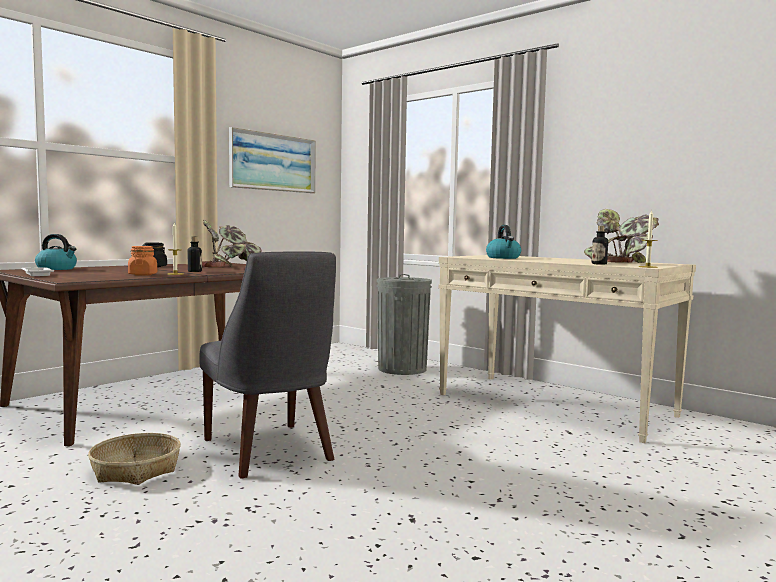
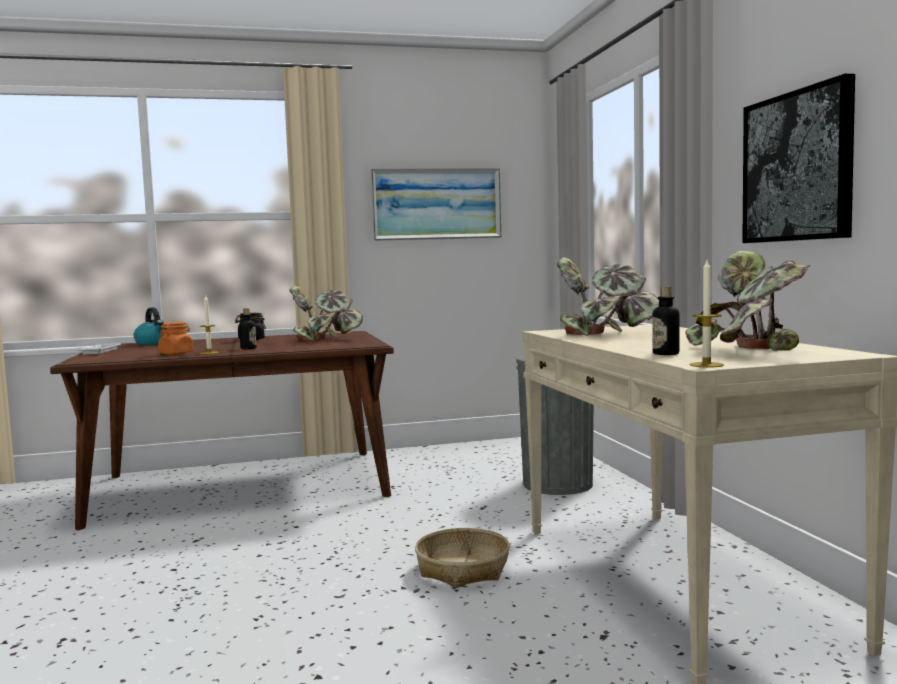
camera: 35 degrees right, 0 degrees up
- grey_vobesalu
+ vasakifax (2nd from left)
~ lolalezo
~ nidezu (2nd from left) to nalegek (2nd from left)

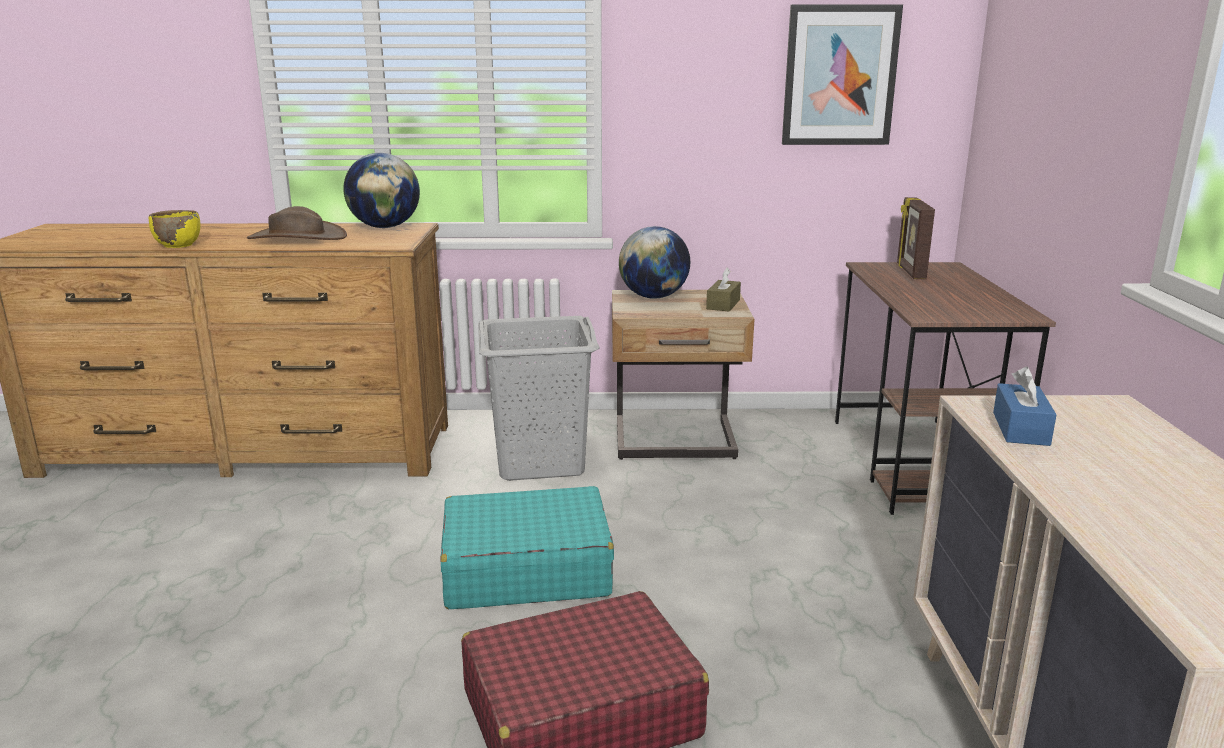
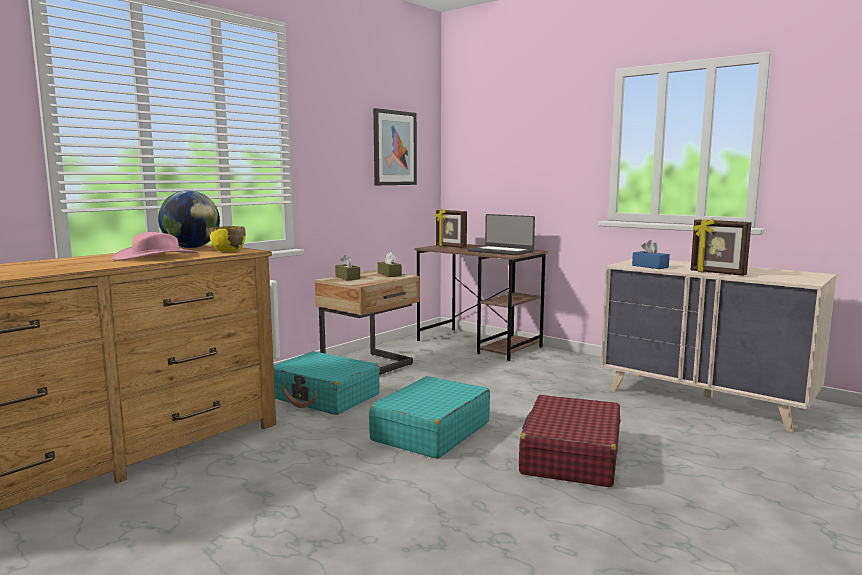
camera: 50 degrees left, 10 degrees down
+ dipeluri
+ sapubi (2nd from left)
~ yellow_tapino
~ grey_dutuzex to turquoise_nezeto (1st from left)
~ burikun (2nd from left) to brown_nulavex (1st from left)
~ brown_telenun to pink_telenun

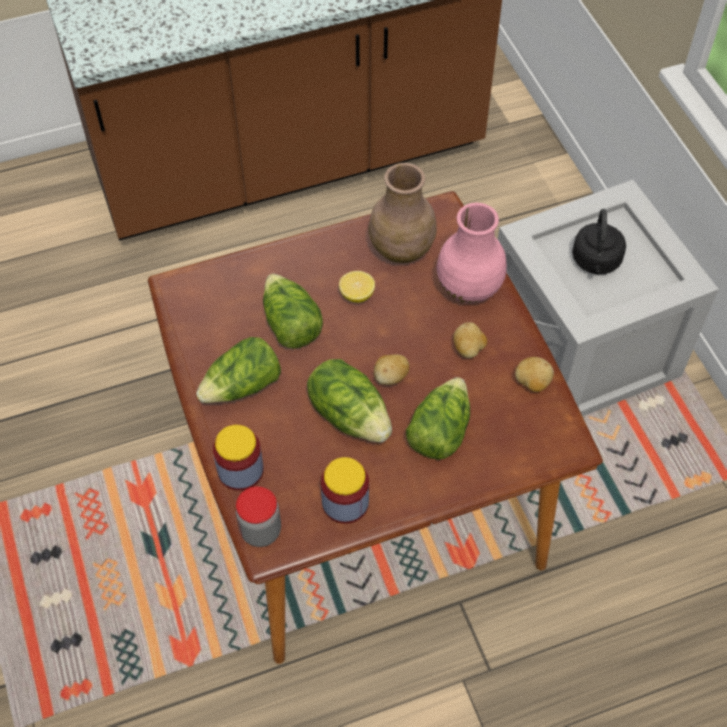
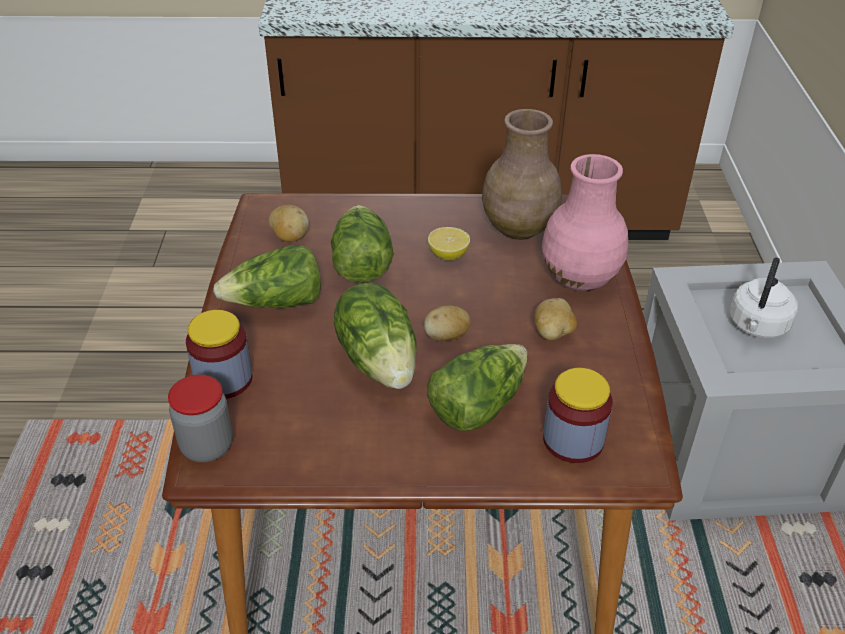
camera: 20 degrees right, 15 degrees down
~ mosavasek (3rd from left)
~ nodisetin (3rd from left in the first image) to nodisetin (1st from left)
~ black_nidezu to white_nidezu

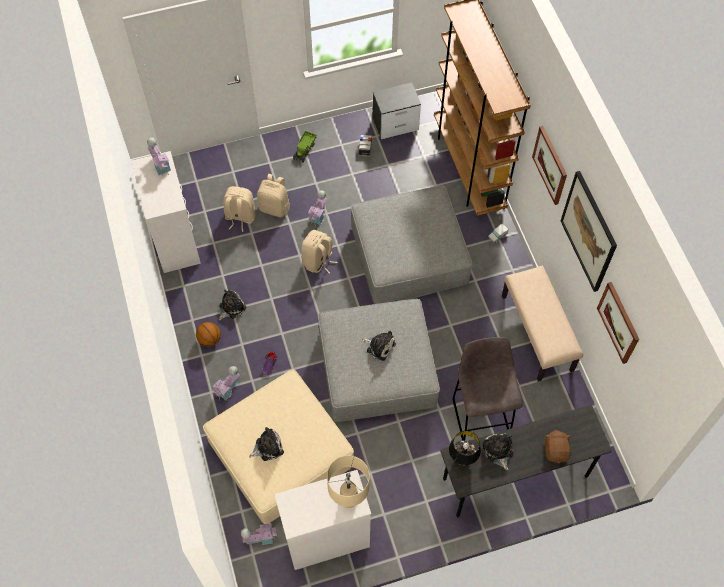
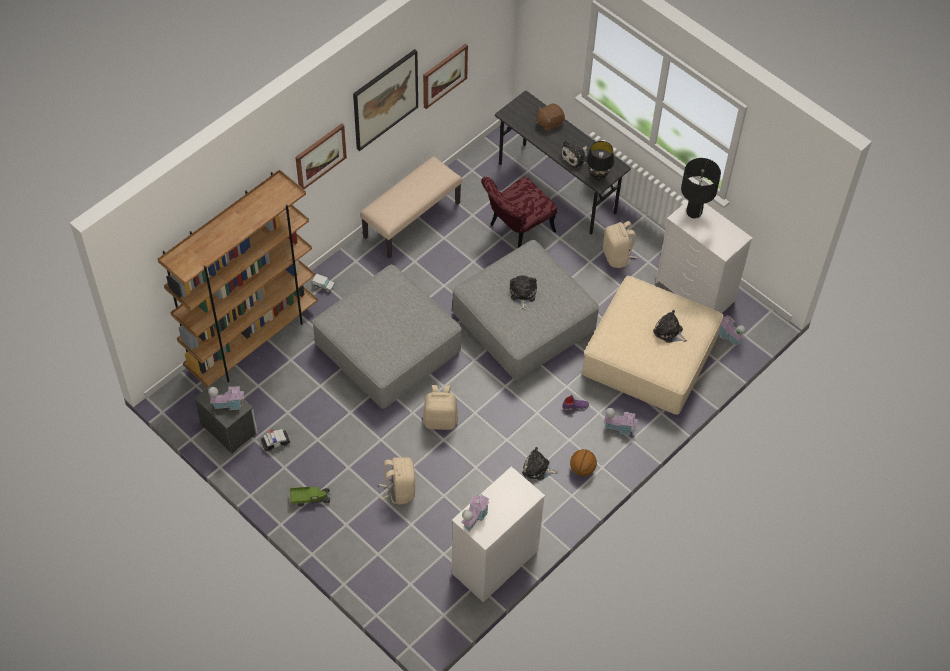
camera: 120 degrees left, 5 degrees down
~ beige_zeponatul (1st from left in the first image) to beige_zeponatul (3rd from left)
~ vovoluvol (4th from left in the first image) to vovoluvol (1st from left)
~ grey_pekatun to red_vobesalu
~ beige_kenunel to black_kenunel (2nd from left)

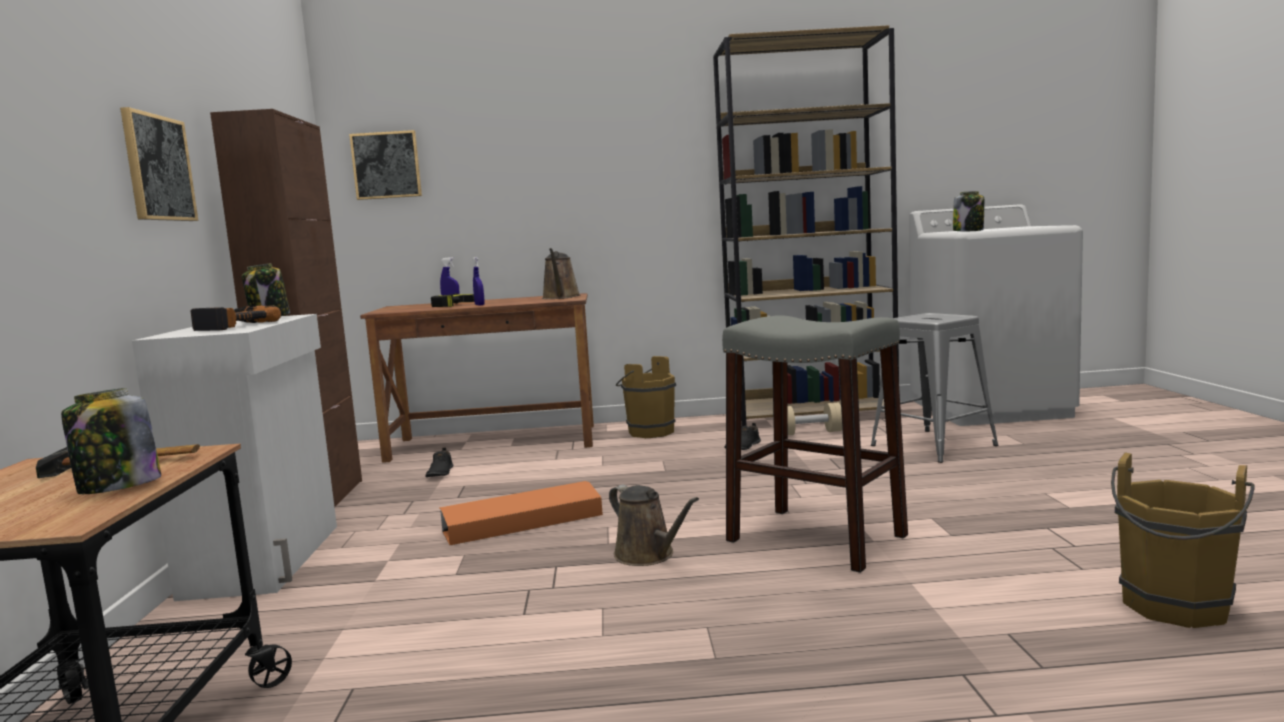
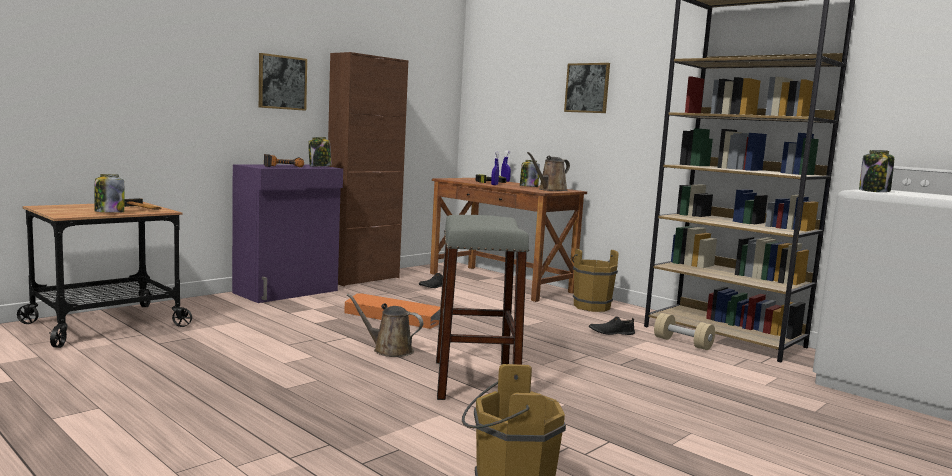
camera: 45 degrees right, 0 degrees up
- grey_pekatun (2nd from left)
+ mosavasek (3rd from left)
~ vasakifax (2nd from left)
~ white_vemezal to purple_vemezal
~ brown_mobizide (2nd from left in the first image) 105 degrees clockwise

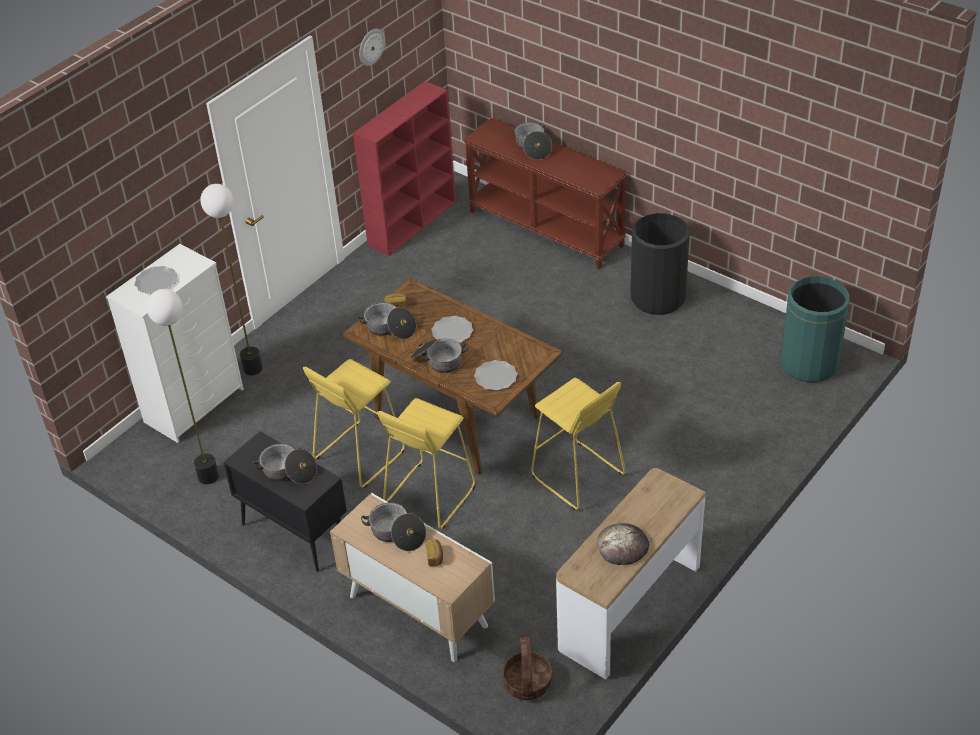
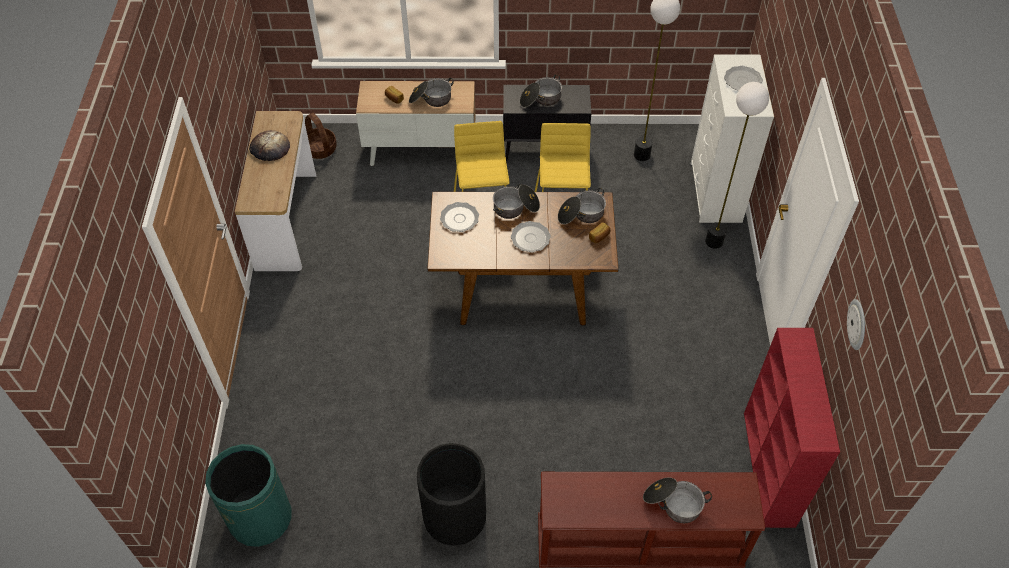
camera: 140 degrees right, 10 degrees up
- yellow_pekatun (3rd from left)

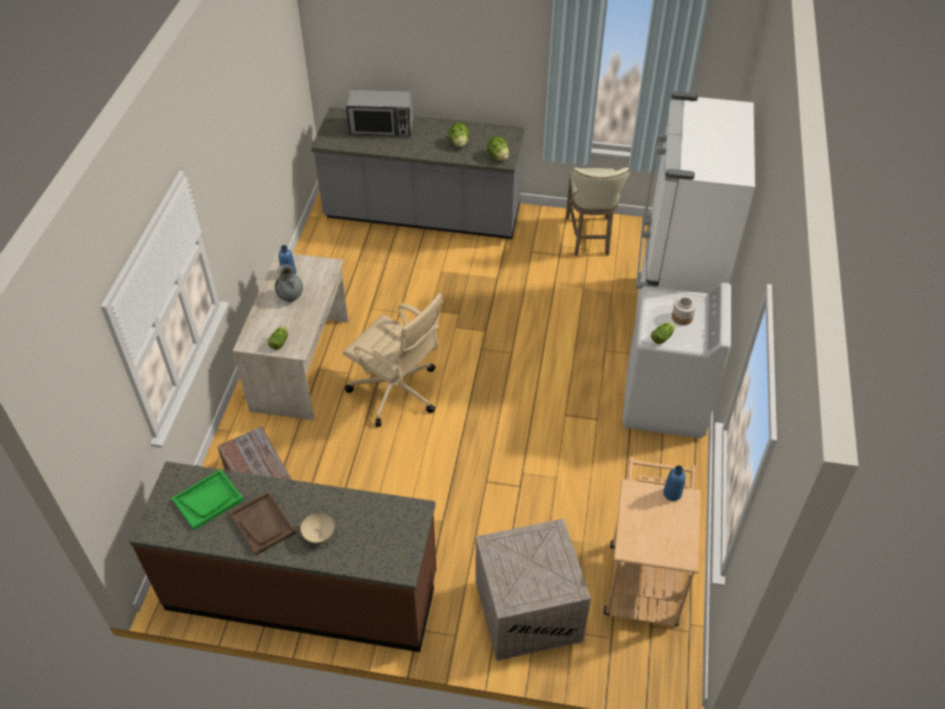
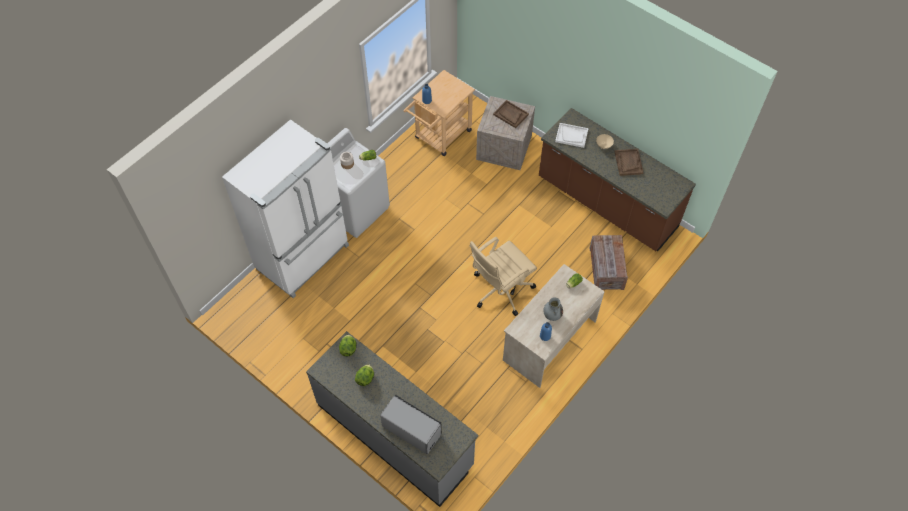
camera: 150 degrees left, 10 degrees up
- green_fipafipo
- beige_pekatun
+ brown_fipafipo (1st from left)
+ white_fipafipo
~ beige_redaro 105 degrees counterclockwise

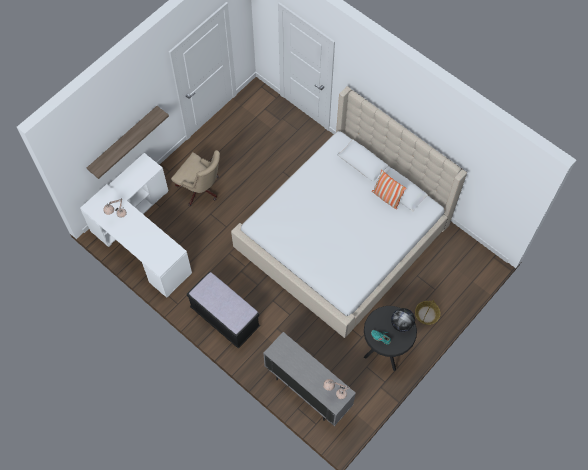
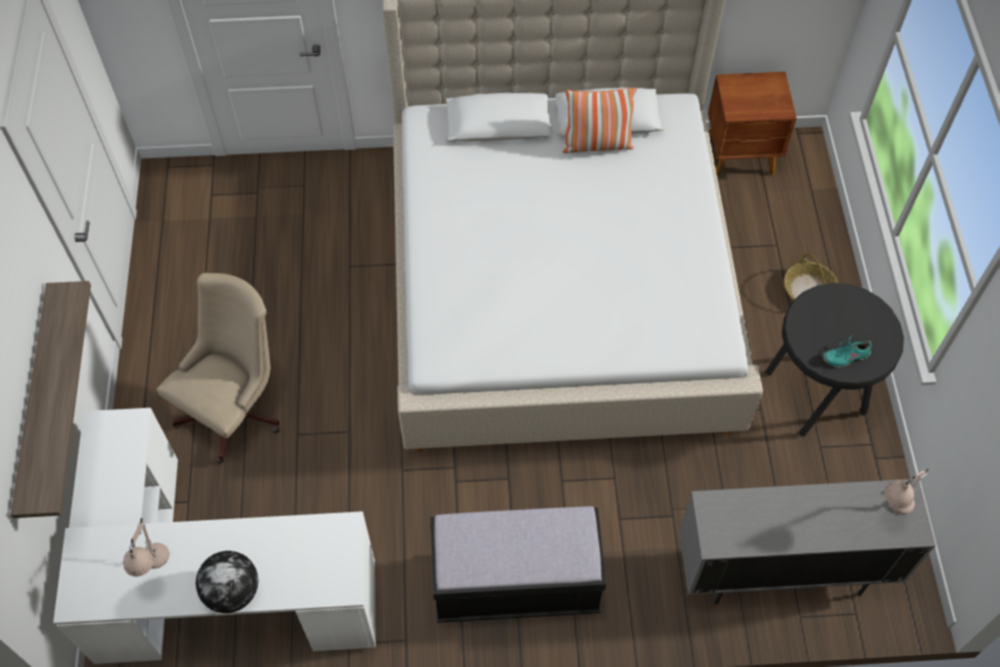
camera: 45 degrees left, 5 degrees down
+ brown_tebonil
~ burikun
~ beige_redaro 45 degrees counterclockwise

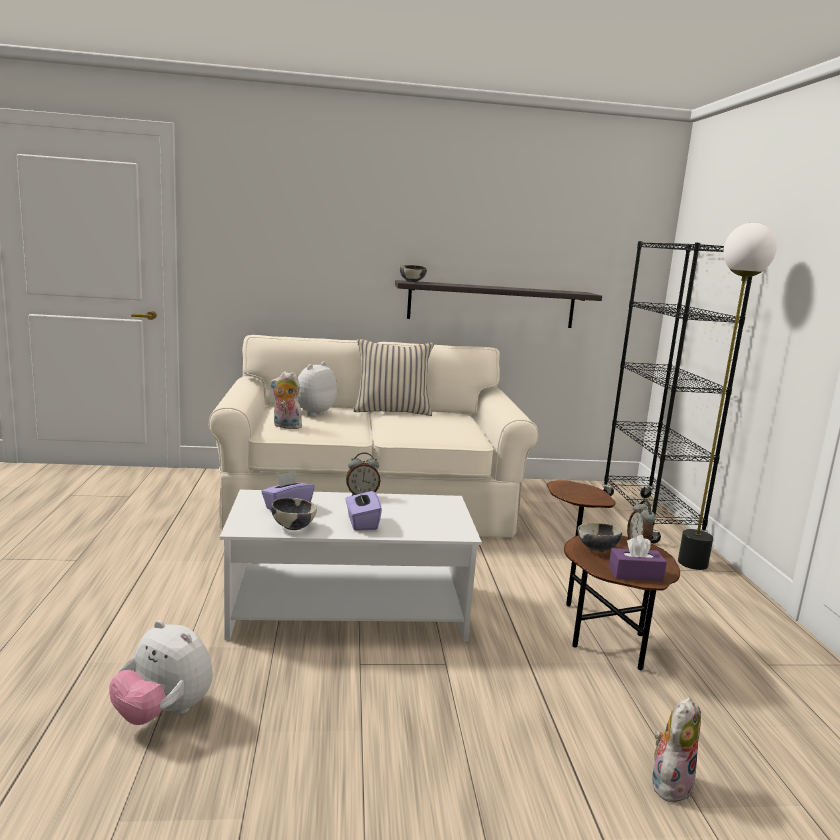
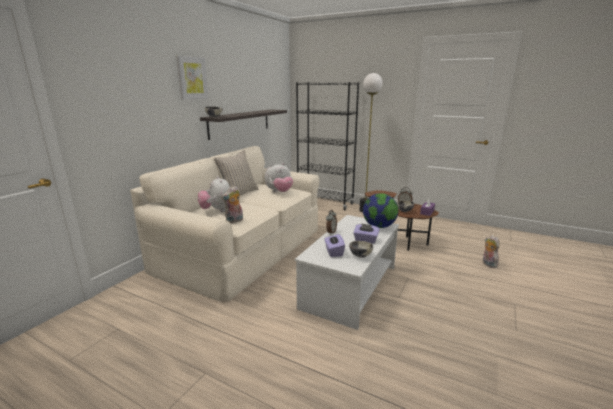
camera: 55 degrees left, 5 degrees up
+ vasakifax
+ burikun
~ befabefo (1st from left in the first image) to befabefo (3rd from left)

